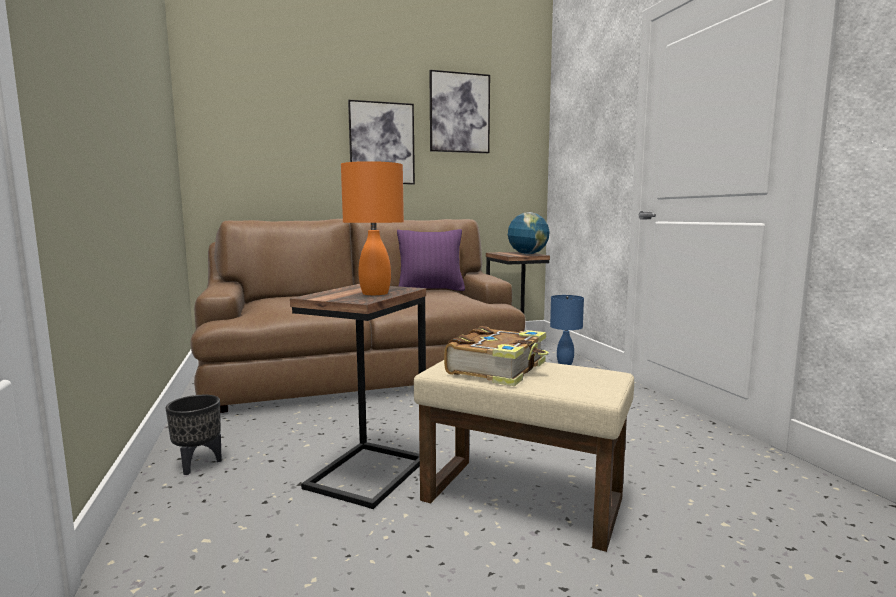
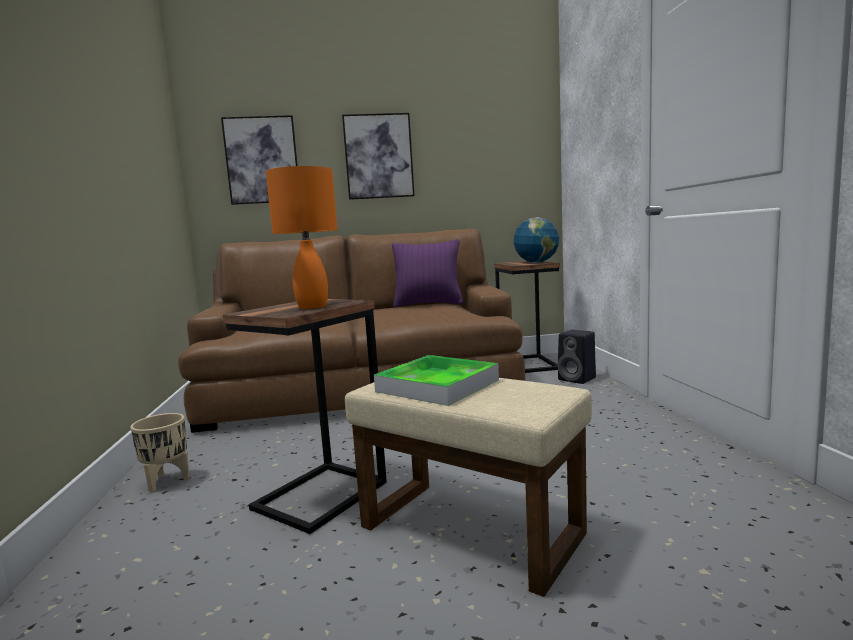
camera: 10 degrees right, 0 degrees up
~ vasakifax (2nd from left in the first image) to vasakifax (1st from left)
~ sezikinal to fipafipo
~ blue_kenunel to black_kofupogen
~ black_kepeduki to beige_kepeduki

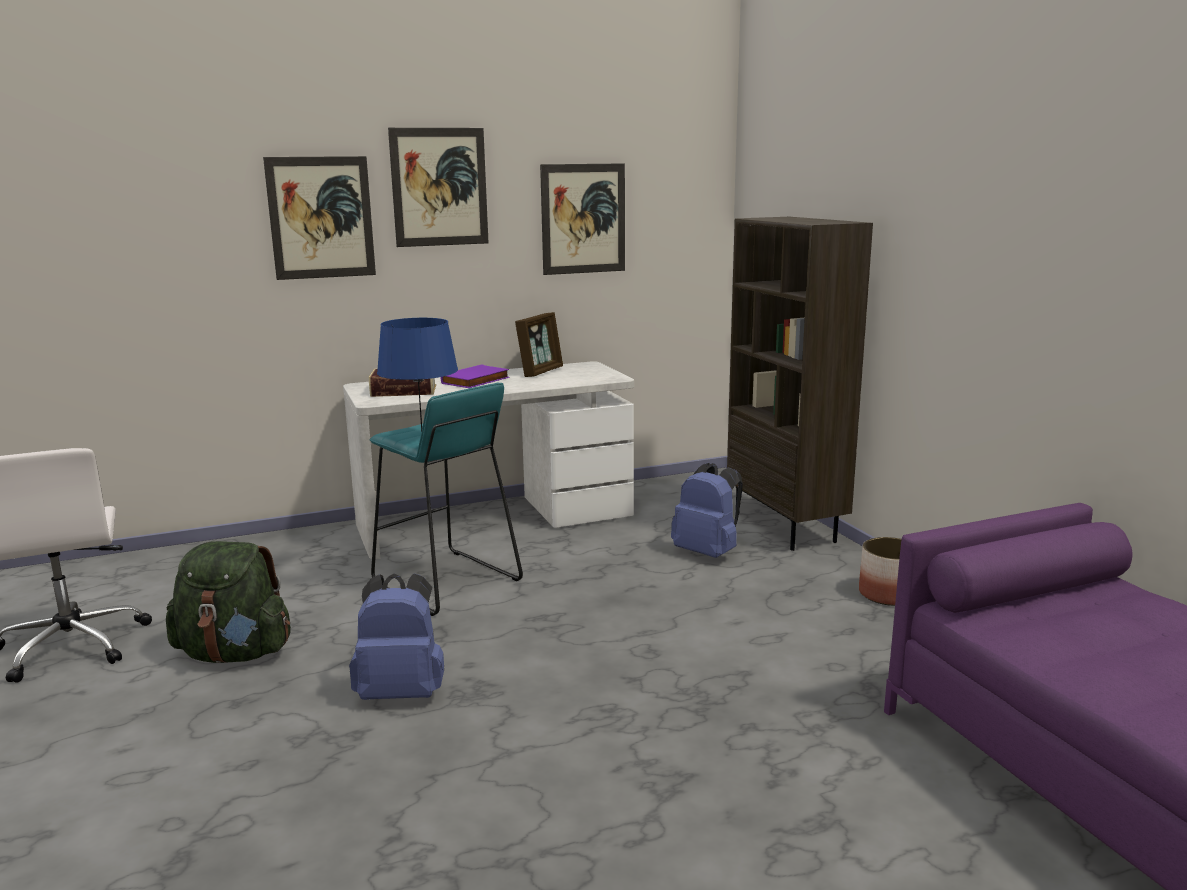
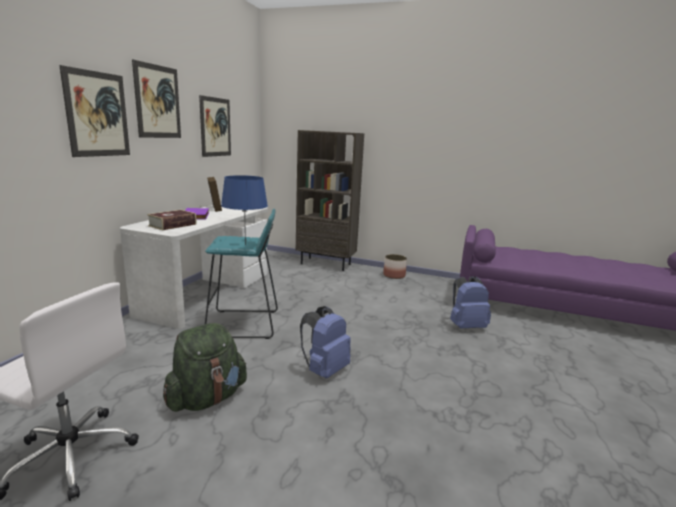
camera: 50 degrees left, 0 degrees up
~ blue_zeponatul (2nd from left)

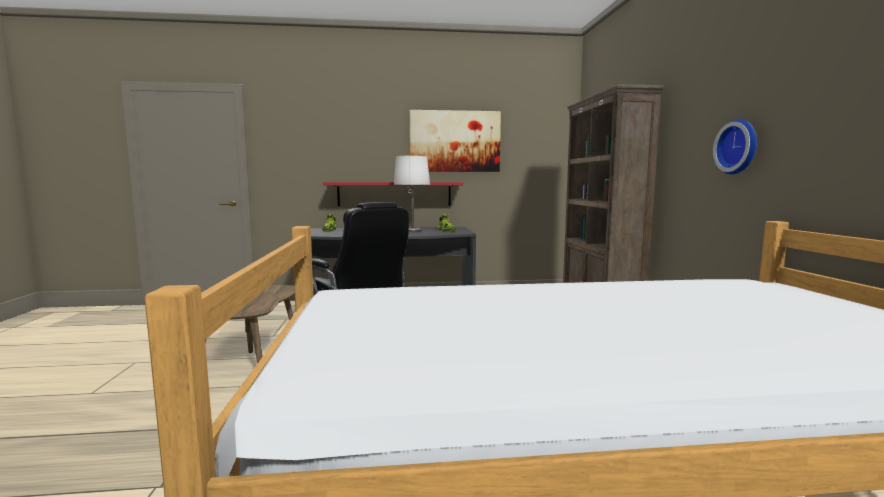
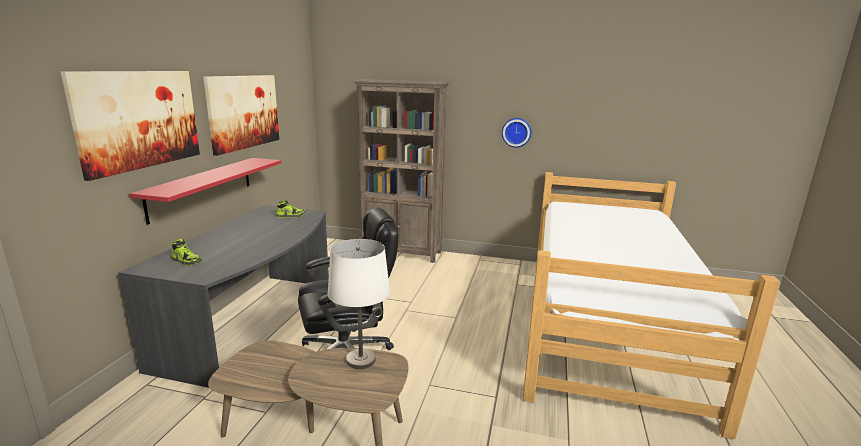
camera: 70 degrees left, 10 degrees up
+ vasakifax (1st from left)
~ white_kenunel

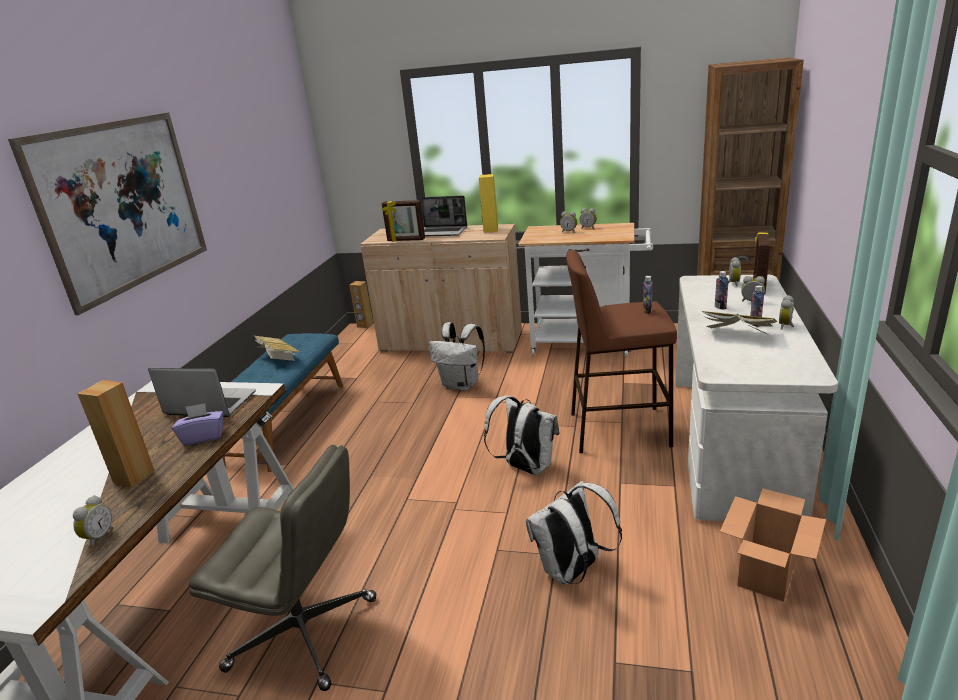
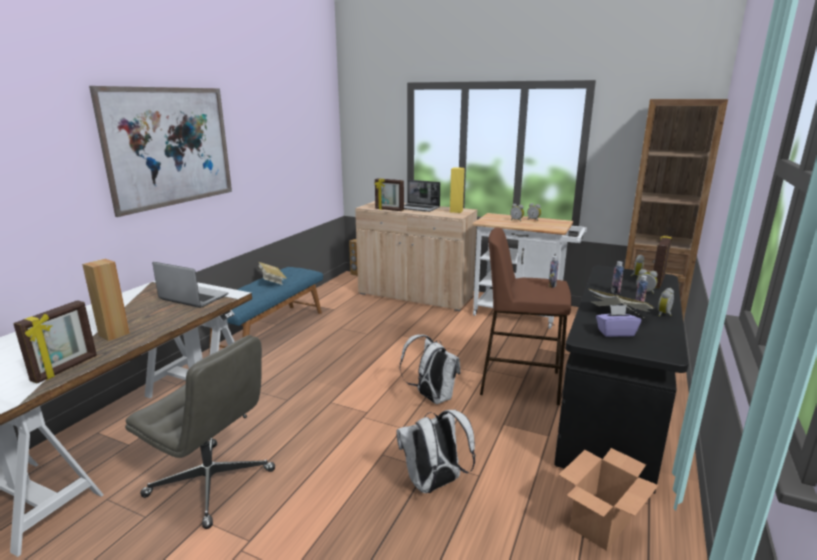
camera: 10 degrees right, 5 degrees down
- white_zeponatul (1st from left)
~ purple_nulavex
~ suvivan (1st from left) to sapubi (1st from left)
~ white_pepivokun (2nd from left) to black_pepivokun

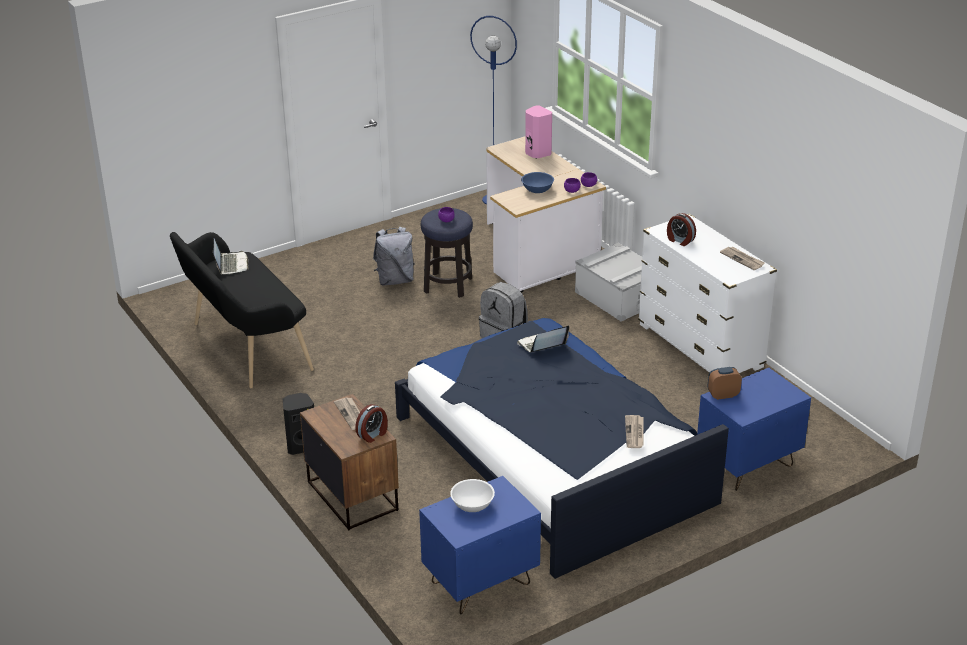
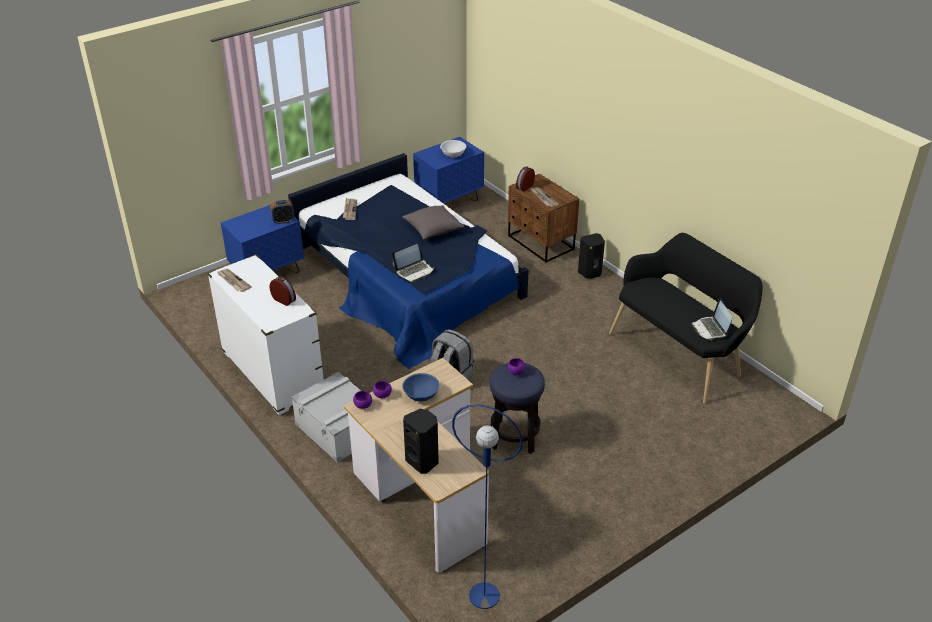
camera: 175 degrees right, 5 degrees up
- grey_zeponatul (1st from left)
+ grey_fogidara
~ pink_kofupogen to black_kofupogen (1st from left)

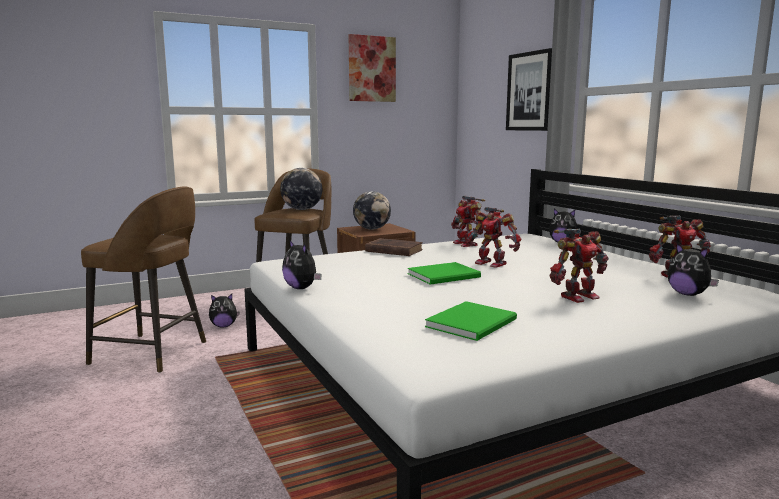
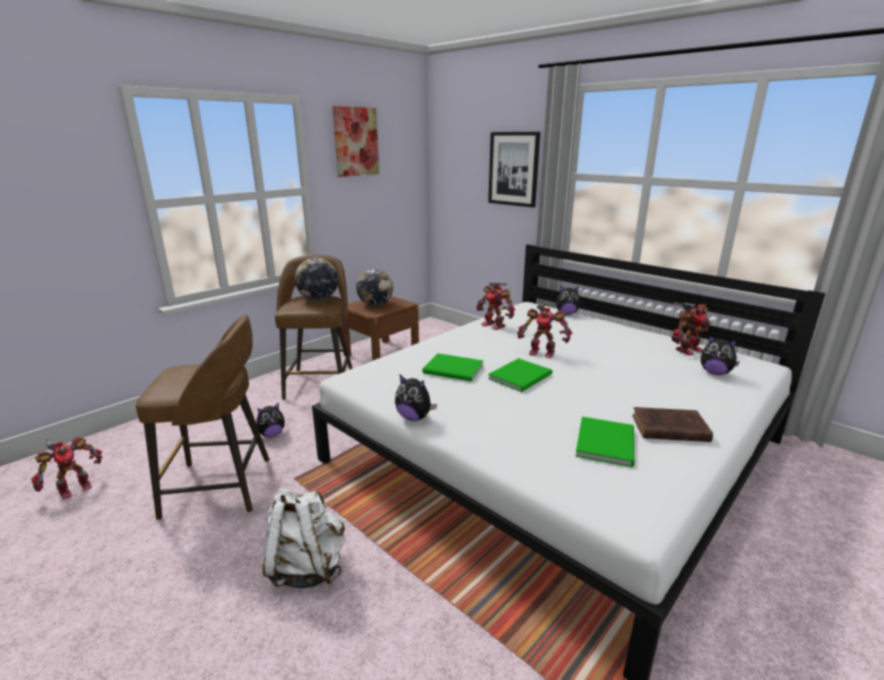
camera: 20 degrees left, 10 degrees up
+ white_zeponatul
+ green_sezikinal (1st from left)
~ brown_sezikinal
~ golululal (3rd from left in the first image) to golululal (1st from left)

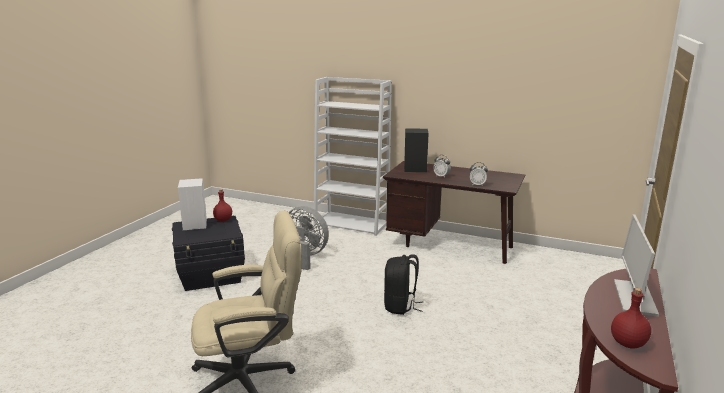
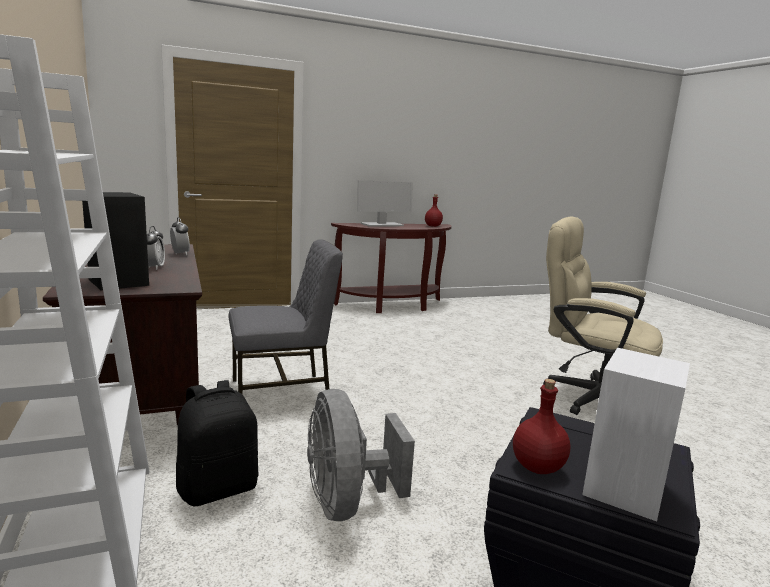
camera: 135 degrees left, 5 degrees down
+ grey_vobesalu
~ black_zeponatul

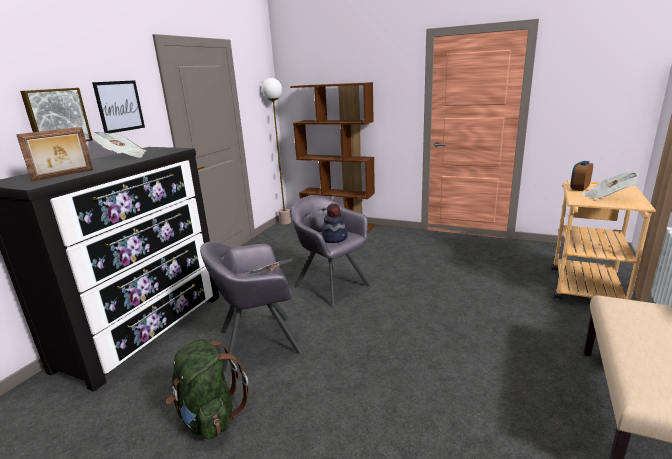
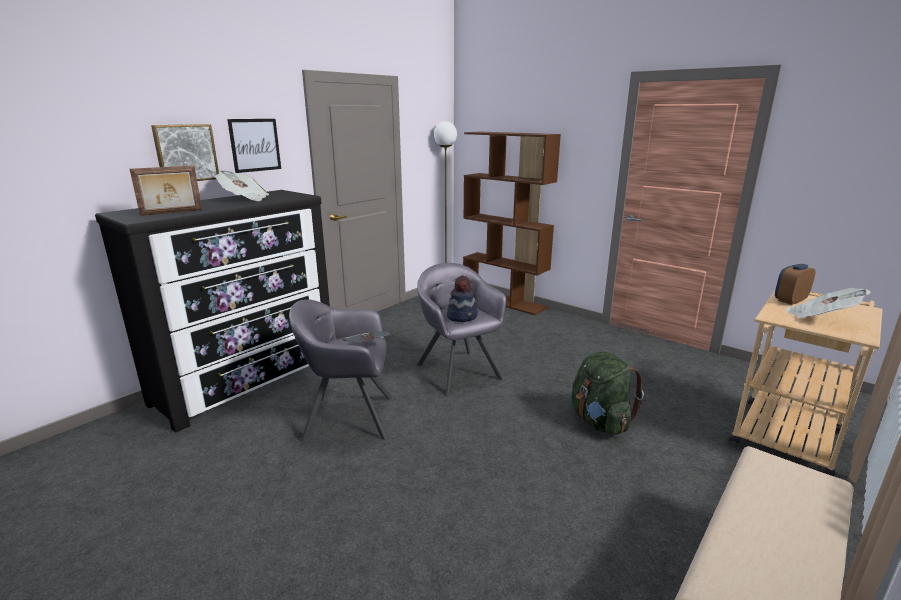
camera: 15 degrees right, 0 degrees up
~ green_zeponatul

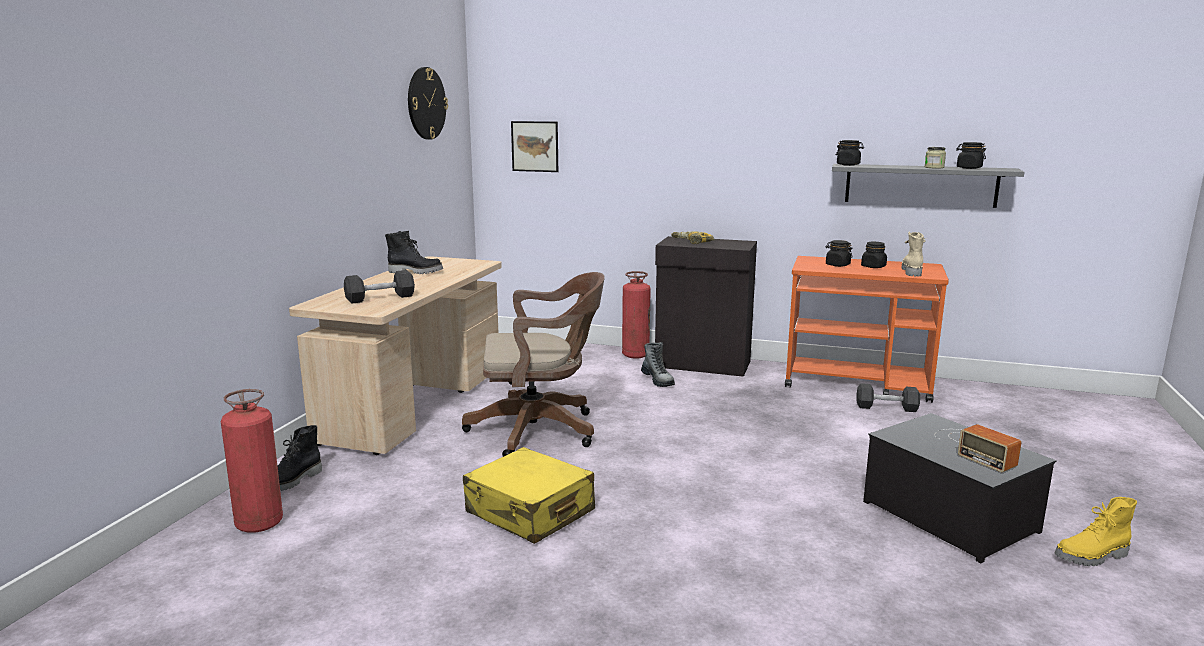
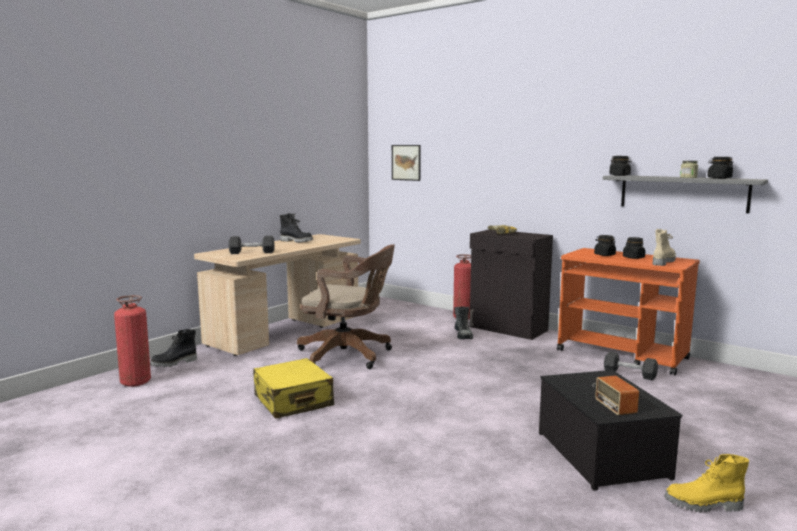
camera: 20 degrees right, 5 degrees down
- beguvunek

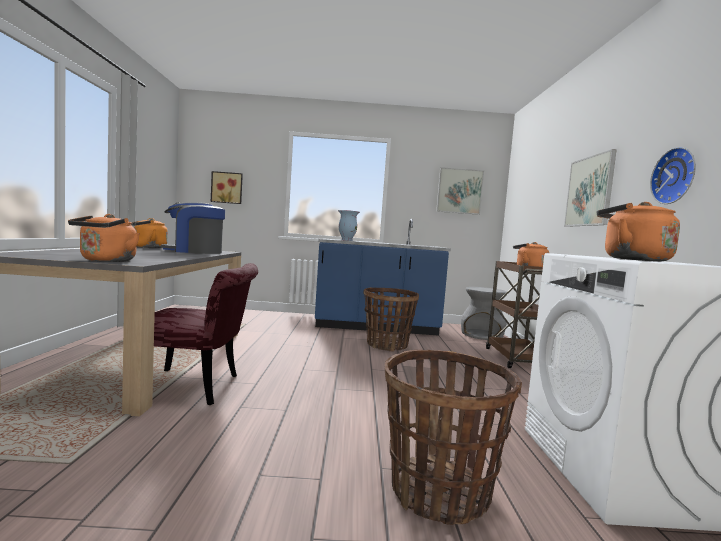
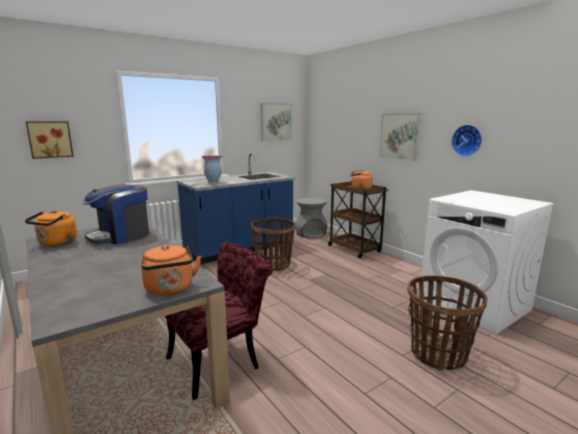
camera: 35 degrees left, 10 degrees up
- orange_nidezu (4th from left)

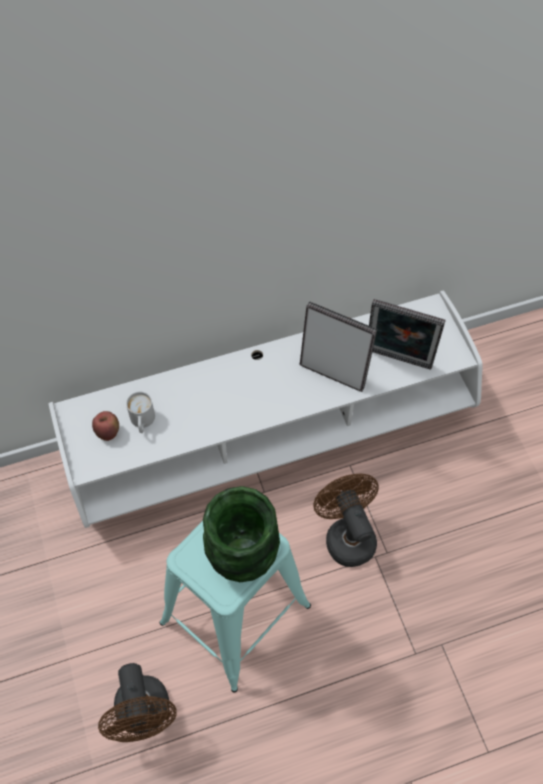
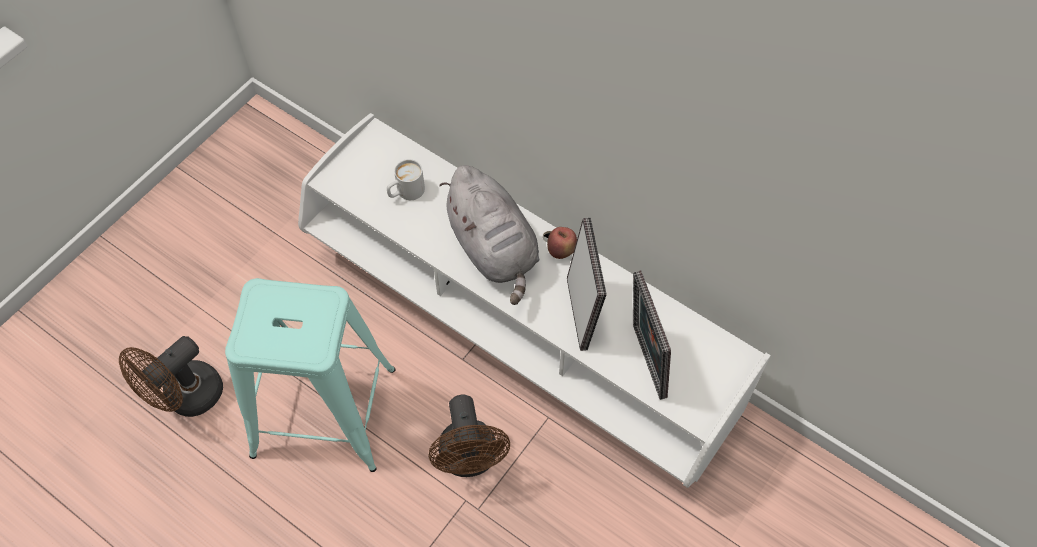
camera: 55 degrees right, 0 degrees up
- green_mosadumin
+ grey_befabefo
~ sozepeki
~ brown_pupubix (2nd from left) 135 degrees clockwise

